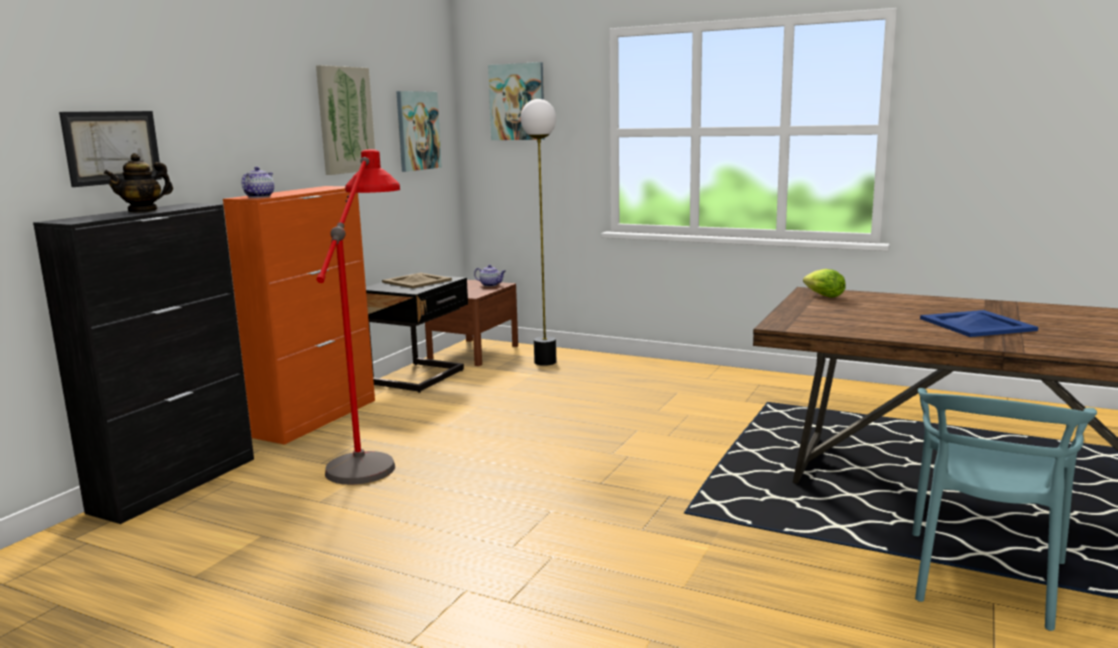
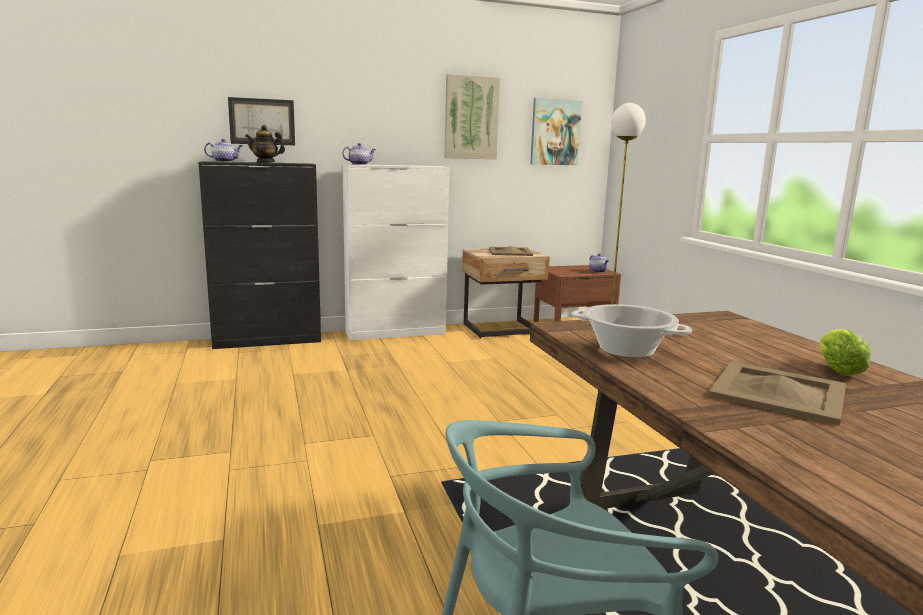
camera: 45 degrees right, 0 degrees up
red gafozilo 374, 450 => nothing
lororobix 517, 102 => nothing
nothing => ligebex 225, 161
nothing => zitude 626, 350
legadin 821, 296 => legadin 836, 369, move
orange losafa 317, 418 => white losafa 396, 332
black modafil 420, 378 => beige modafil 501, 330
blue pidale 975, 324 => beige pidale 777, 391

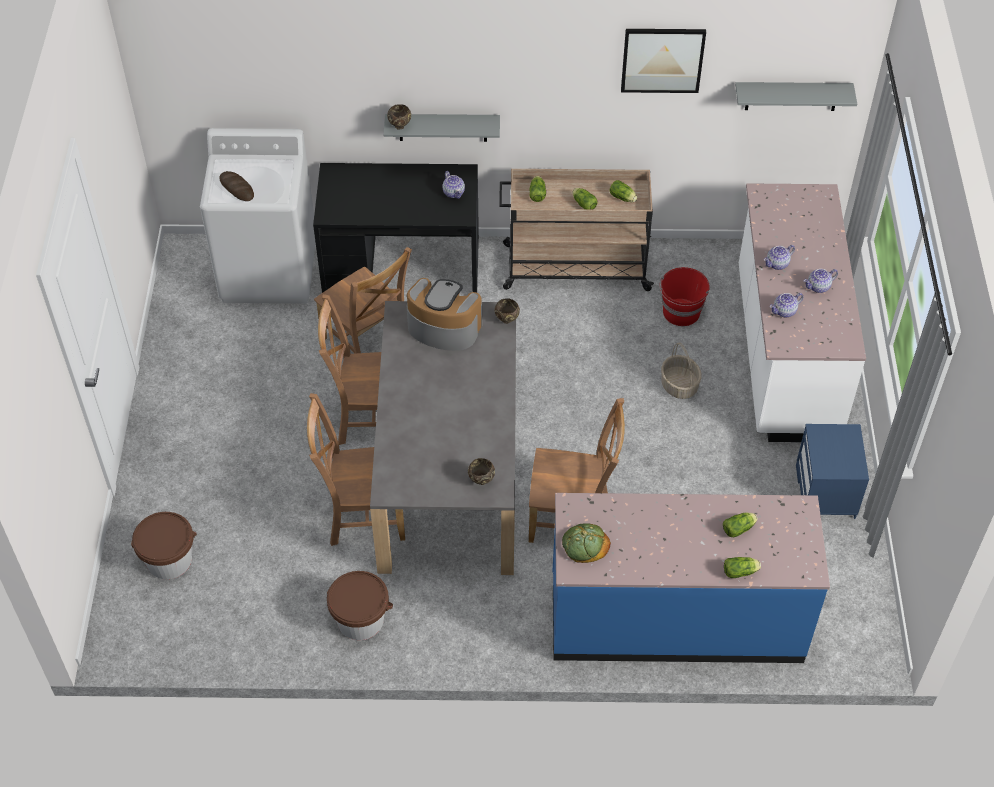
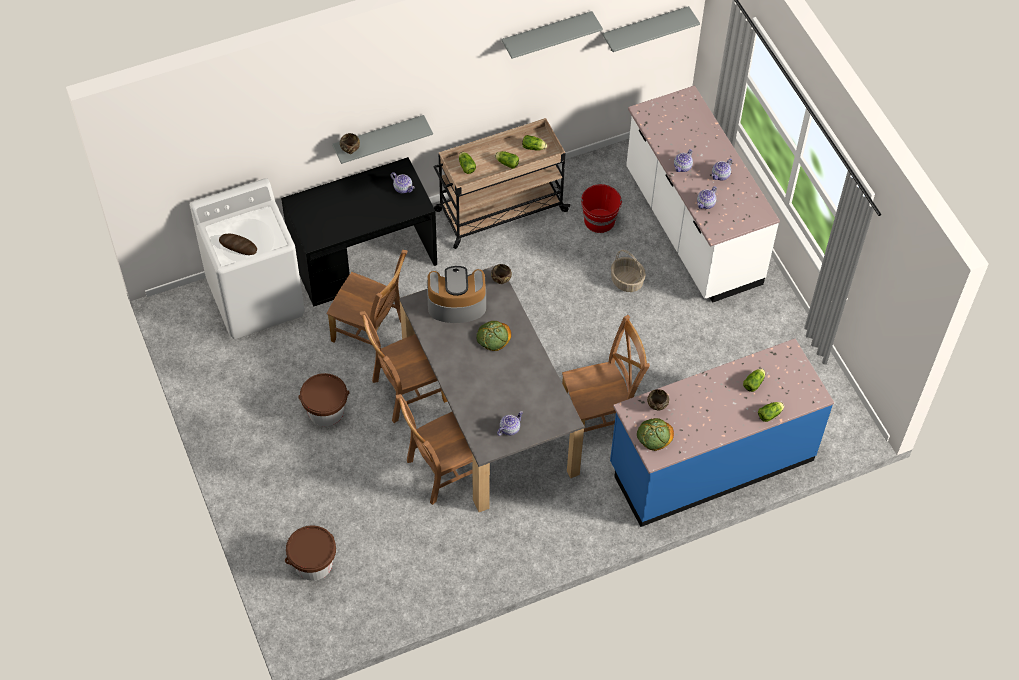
camera: 25 degrees left, 5 degrees up
blue modafil 826, 492 => nothing
nothing => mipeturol 493, 337
nothing => ligebex 509, 428
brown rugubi 360, 620 => brown rugubi 326, 411, move
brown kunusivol 481, 480 => brown kunusivol 656, 406, move
lororobix 662, 60 => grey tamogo 546, 35

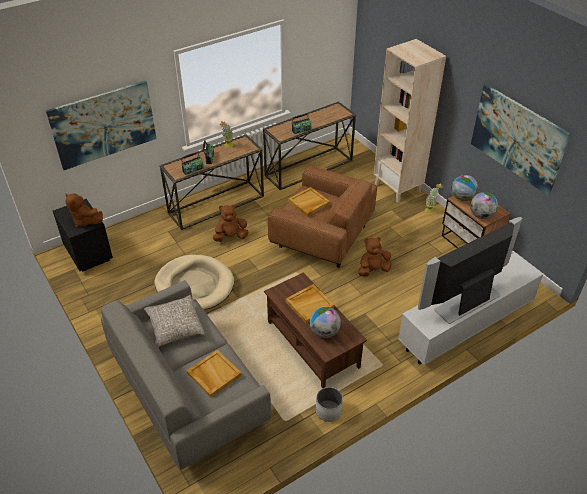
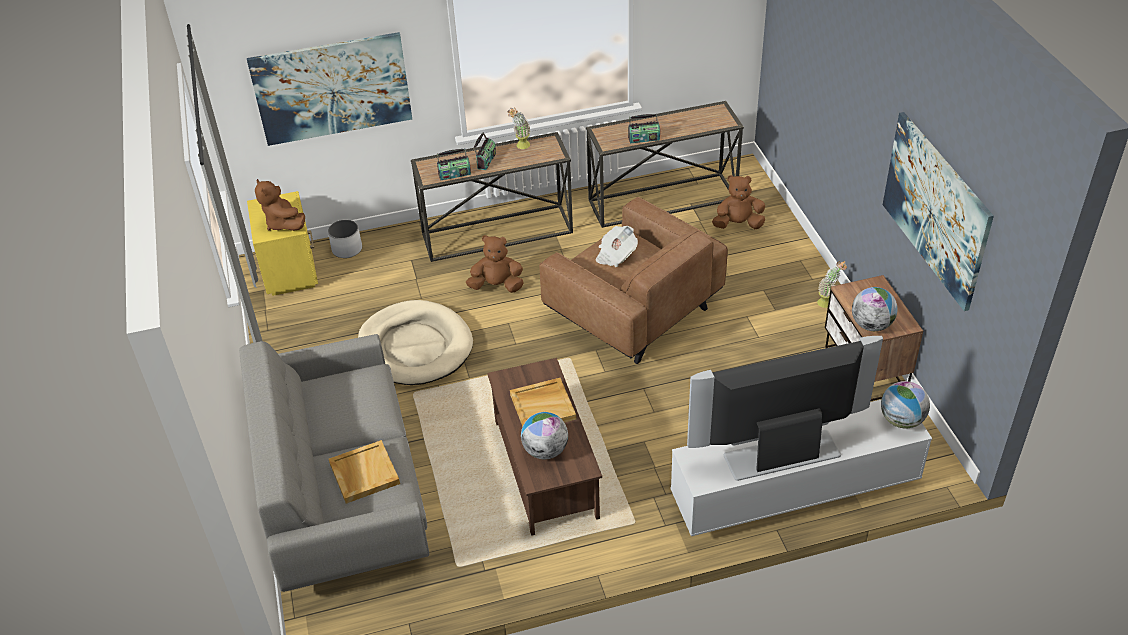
camera: 20 degrees right, 0 degrees up
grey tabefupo 174, 326 => nothing
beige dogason 398, 188 => nothing
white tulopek 328, 410 => white tulopek 347, 249, move
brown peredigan 373, 270 => brown peredigan 738, 224, move
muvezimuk 462, 198 => muvezimuk 901, 420, move
beige pidale 309, 203 => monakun 615, 255
black modafil 89, 253 => yellow modafil 291, 272

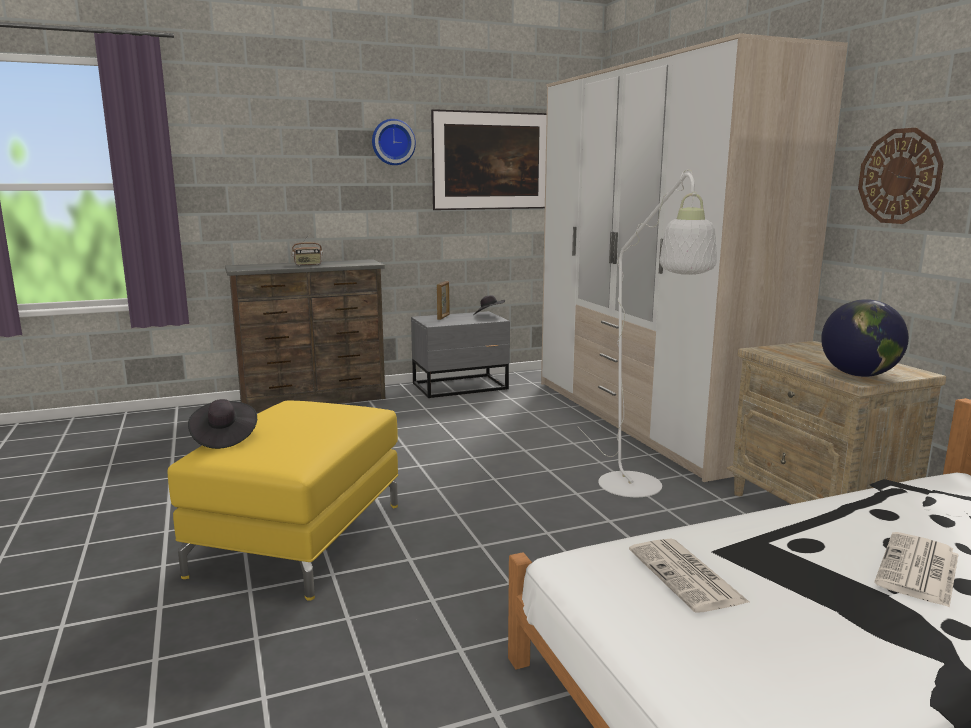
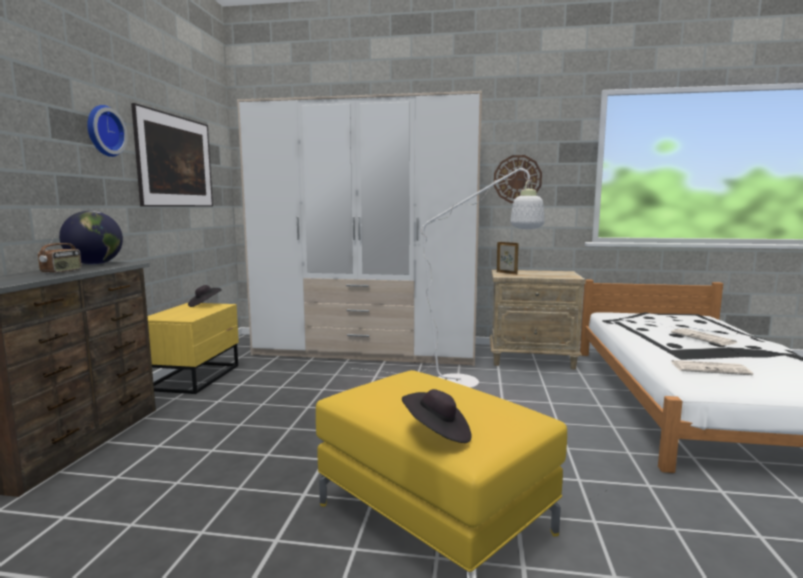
camera: 60 degrees left, 5 degrees down
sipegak 443, 317 => sipegak 507, 273, move
muvezimuk 859, 375 => muvezimuk 95, 264, move
grey modafil 462, 386 => yellow modafil 196, 377

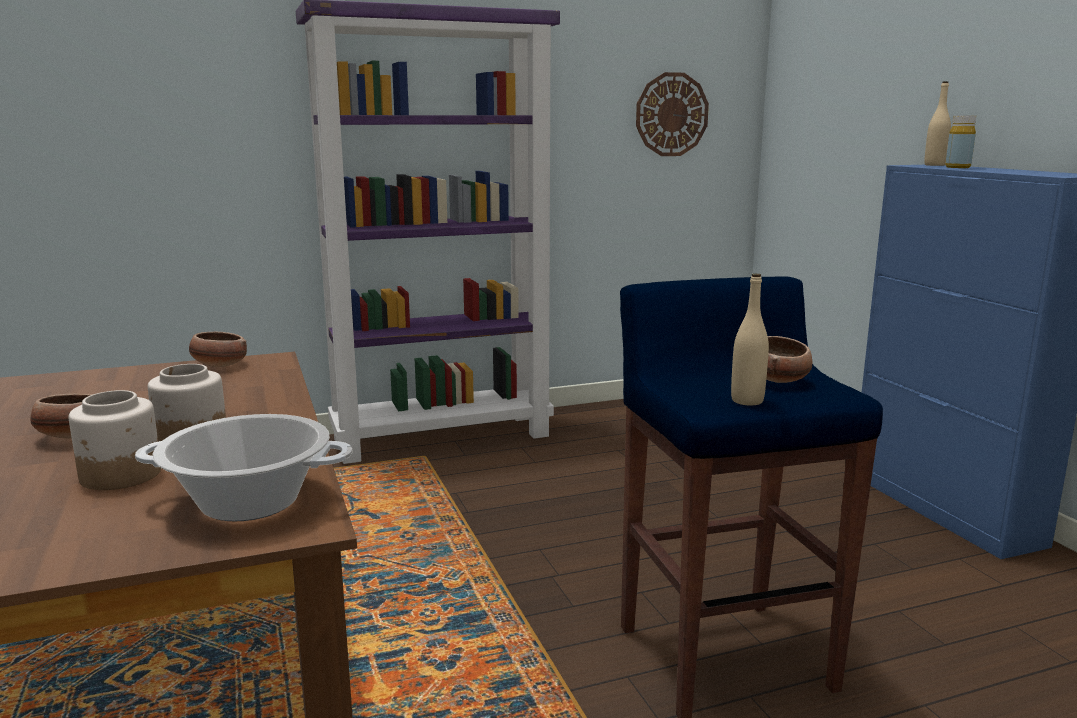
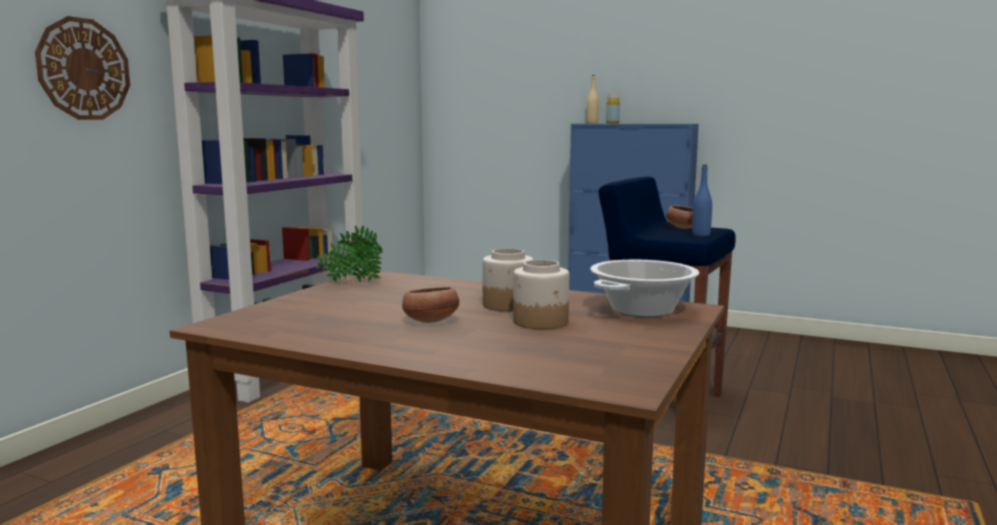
camera: 45 degrees left, 5 degrees down
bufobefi 671, 114 => bufobefi 83, 69, move
kunusivol 219, 365 => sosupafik 352, 283
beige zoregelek 747, 401 => blue zoregelek 701, 235

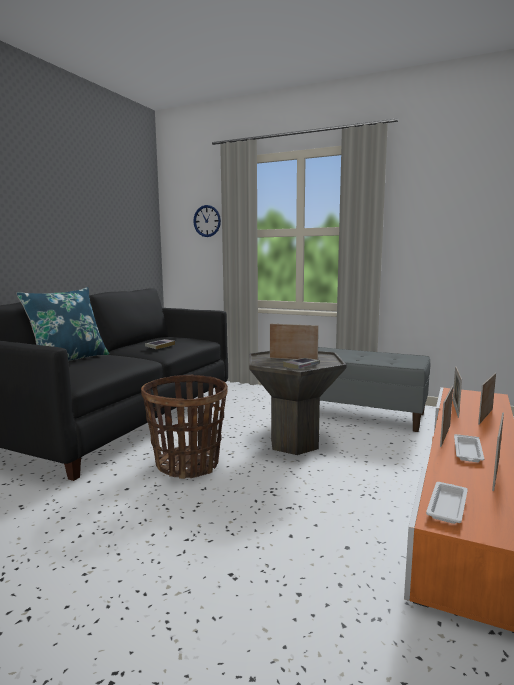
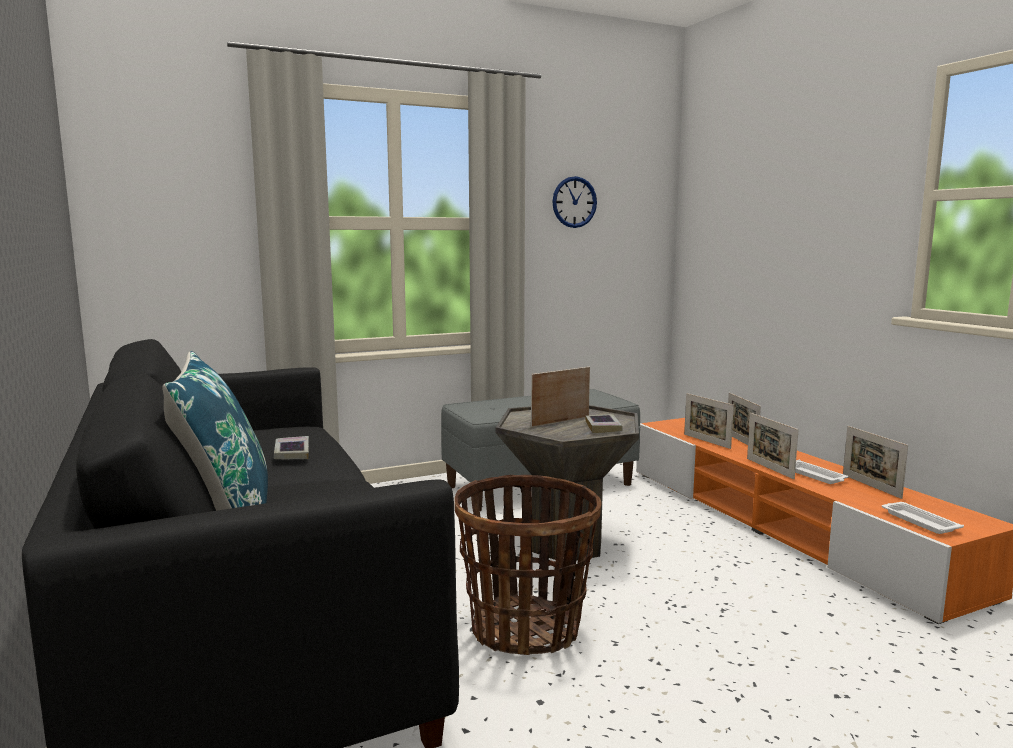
camera: 50 degrees left, 0 degrees up
bufobefi 207, 221 => bufobefi 574, 202, move

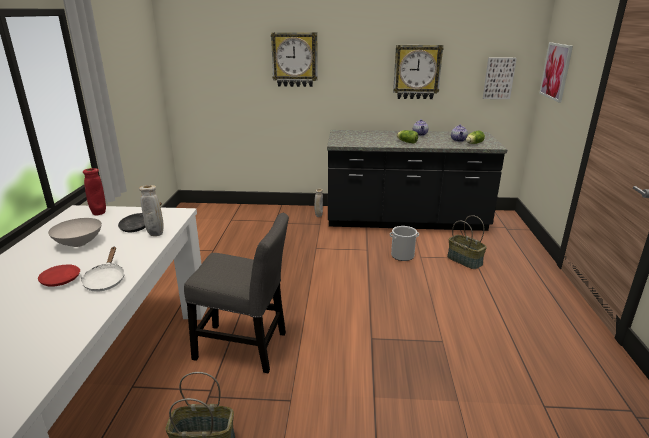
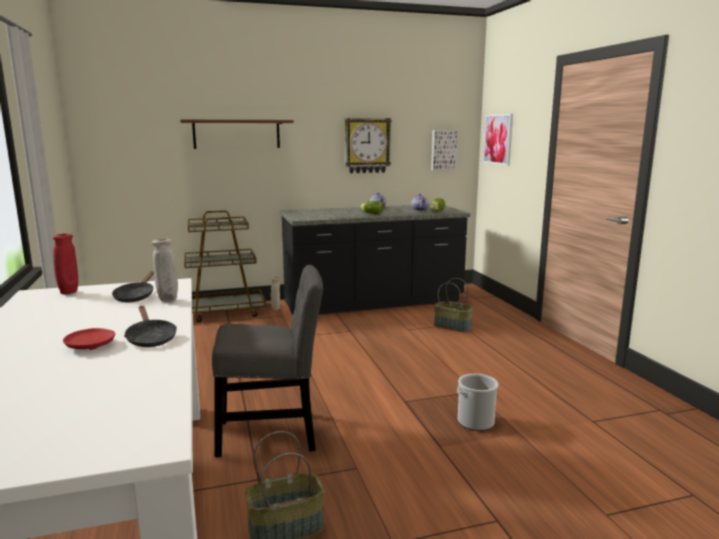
camera: 20 degrees left, 10 degrees down
white kunusivol 78, 243 => nothing
nothing => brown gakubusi 223, 312
rugubi 402, 255 => rugubi 475, 422, move
bufobefi 295, 59 => tamogo 236, 134
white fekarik 105, 280 => black fekarik 150, 338

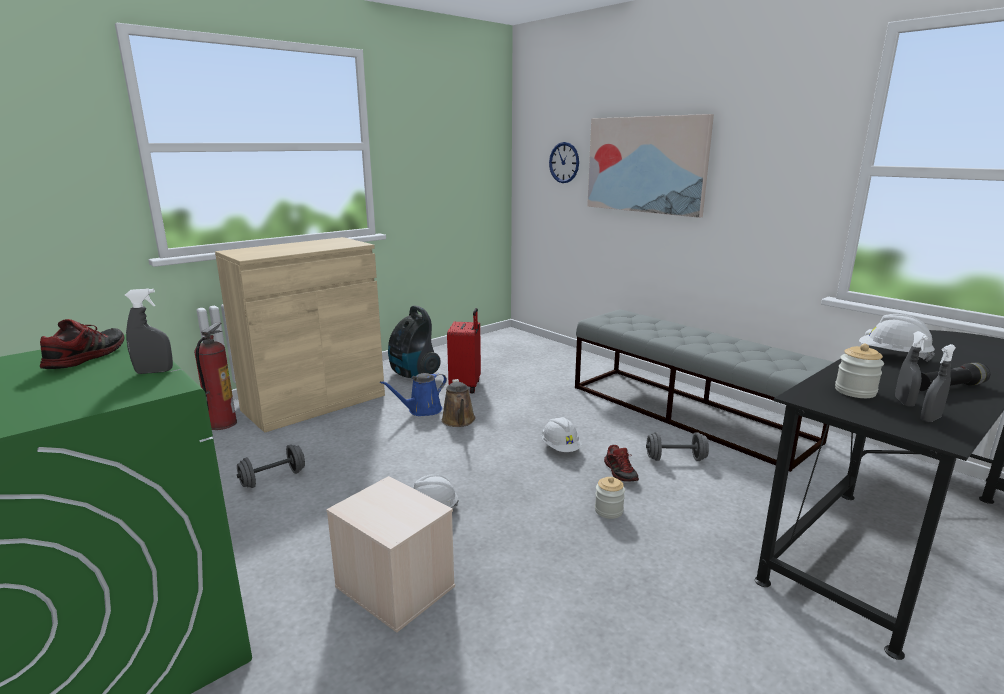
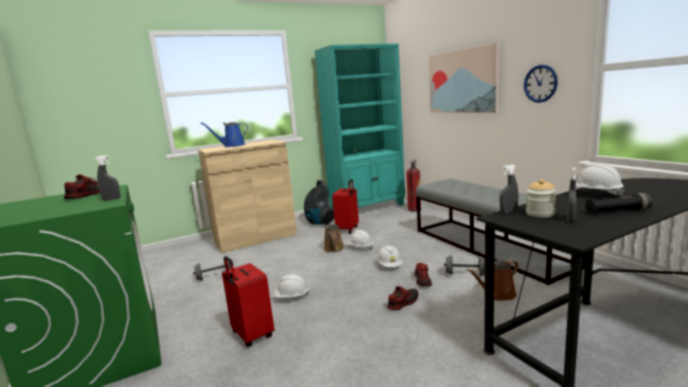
camera: 15 degrees right, 5 degrees down
nothing => turquoise dogason 368, 208
nothing => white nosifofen 360, 248
nothing => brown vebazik 497, 294
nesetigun 222, 423 => nesetigun 414, 209, move
blue vebazik 422, 410 => blue vebazik 232, 146, move
bufobefi 564, 162 => bufobefi 540, 83, move
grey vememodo 930, 419 => grey vememodo 508, 211, move
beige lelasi 393, 586 => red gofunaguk 251, 335
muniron 608, 511 => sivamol 403, 303

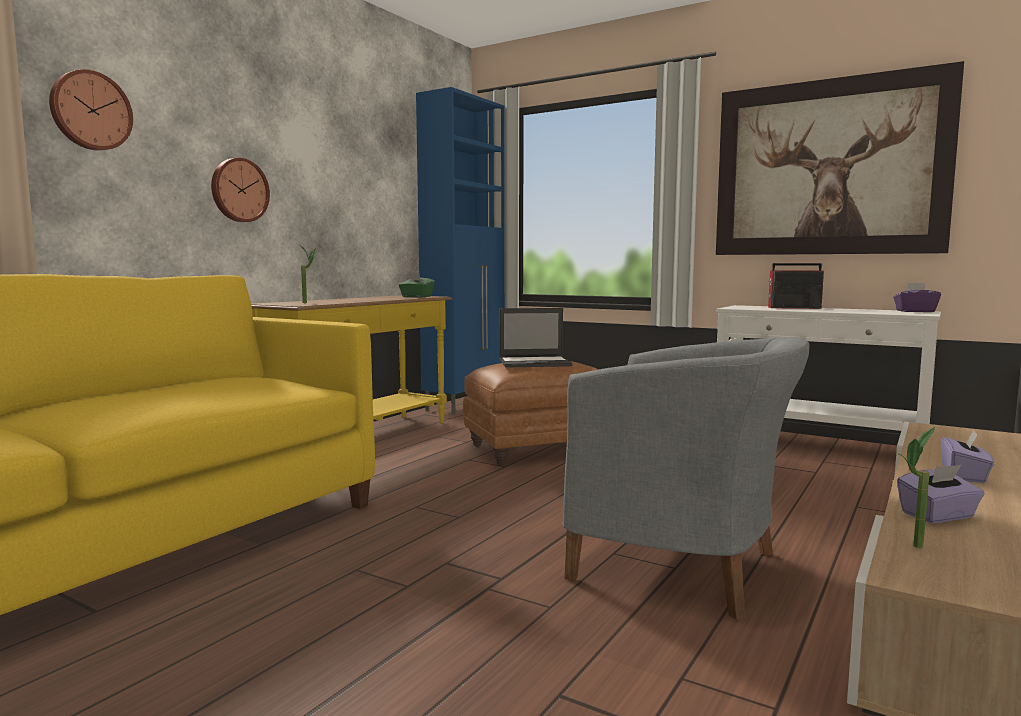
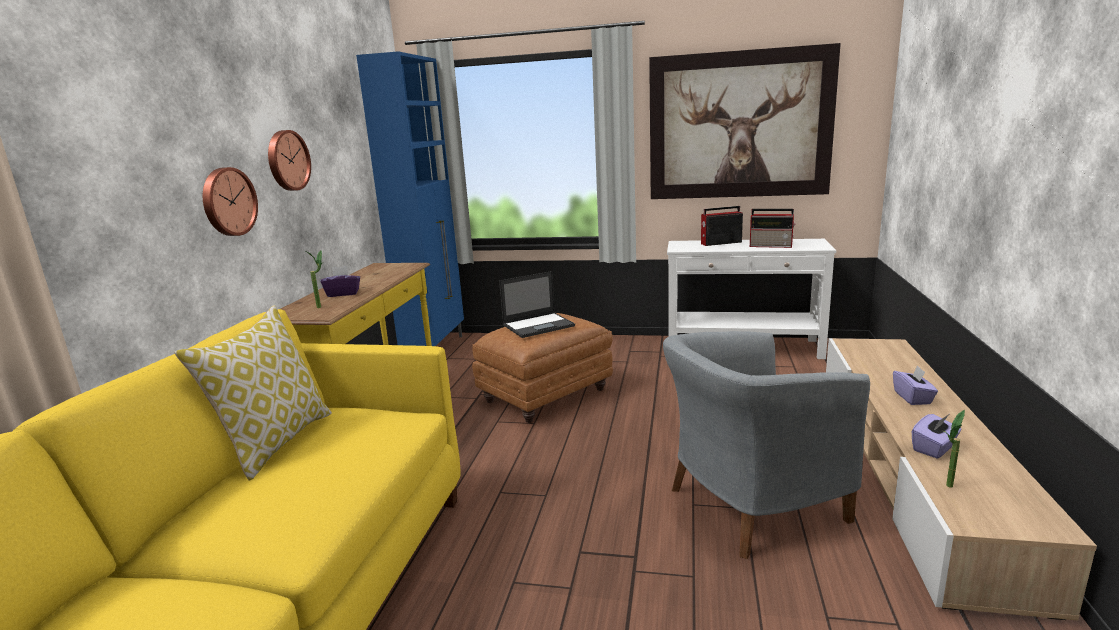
camera: 20 degrees left, 10 degrees up
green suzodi 416, 297 => nothing
nothing => tabefupo 275, 442
nothing => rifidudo 771, 246
bufobefi 90, 111 => bufobefi 287, 160, move
purple suzodi 915, 311 => purple suzodi 343, 293, move
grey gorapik 683, 567 => grey gorapik 750, 506, 150 degrees clockwise

